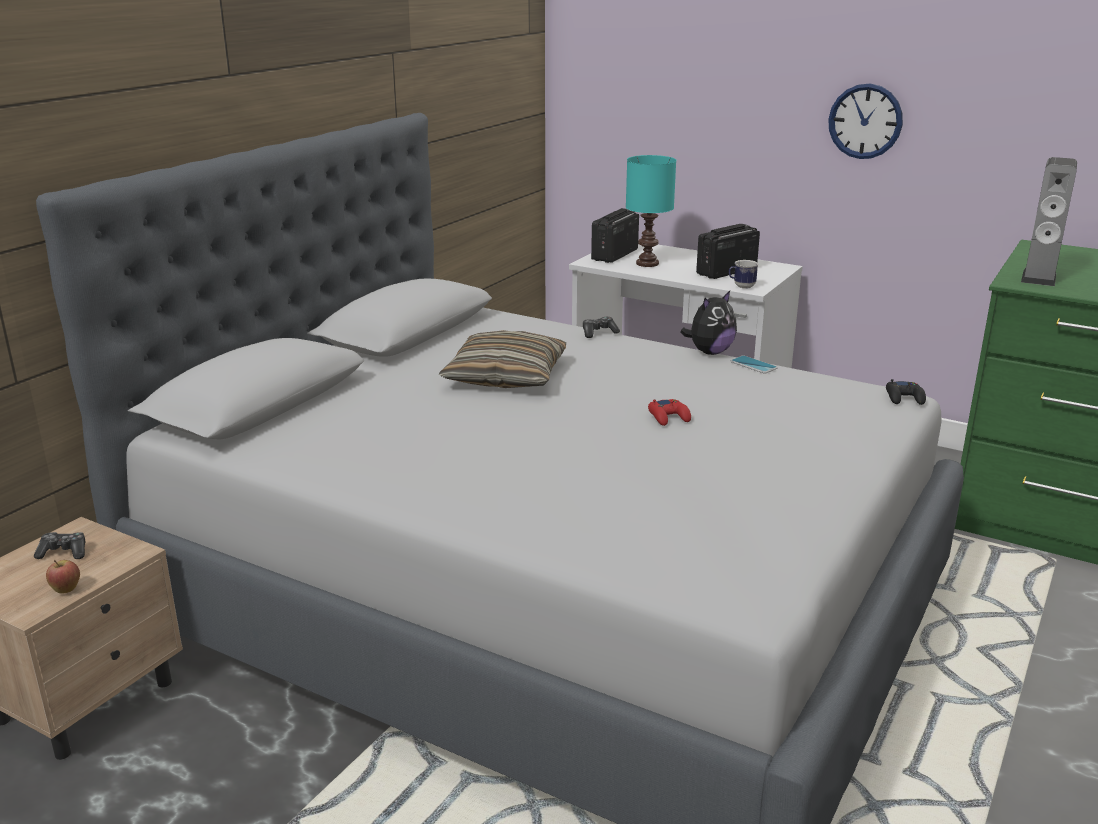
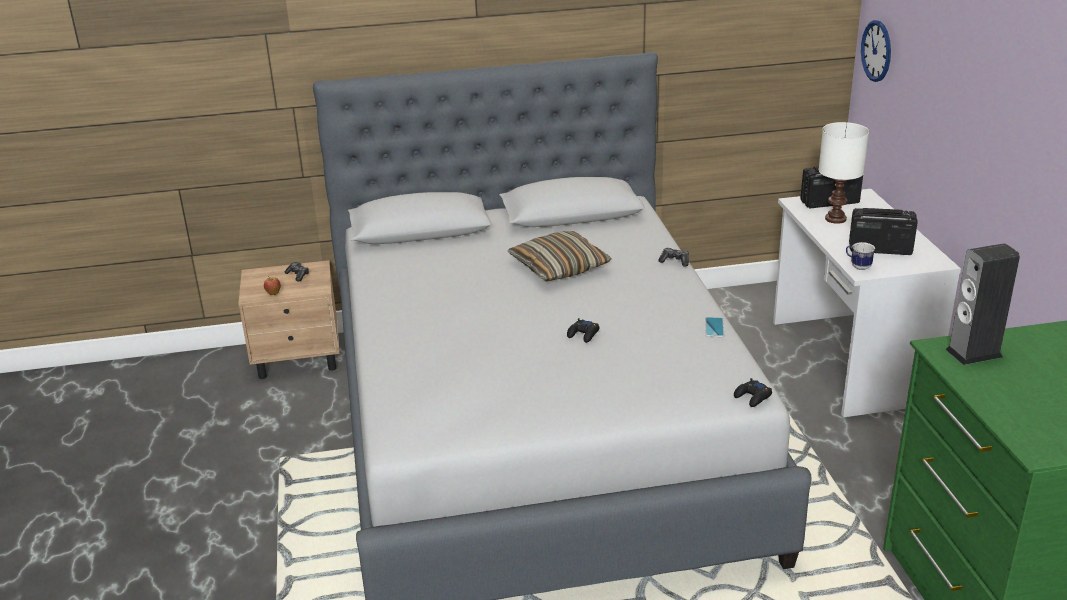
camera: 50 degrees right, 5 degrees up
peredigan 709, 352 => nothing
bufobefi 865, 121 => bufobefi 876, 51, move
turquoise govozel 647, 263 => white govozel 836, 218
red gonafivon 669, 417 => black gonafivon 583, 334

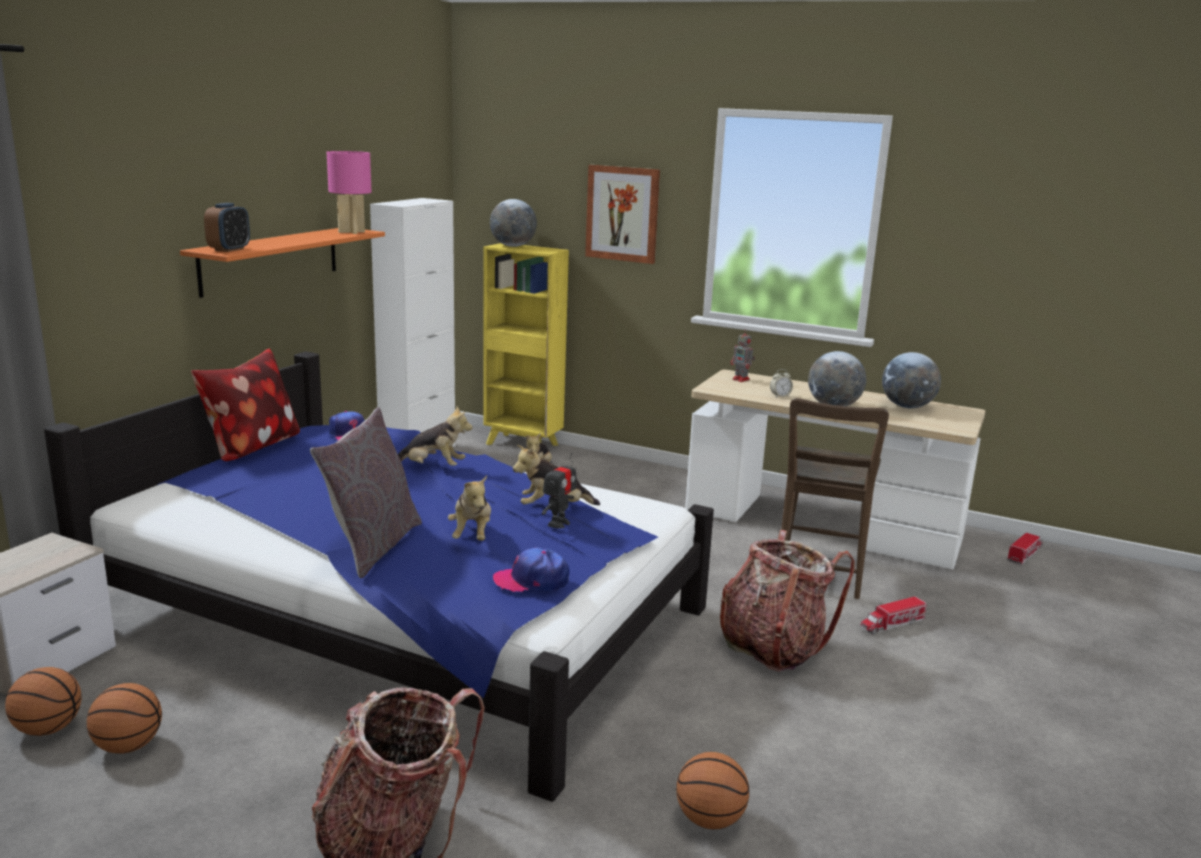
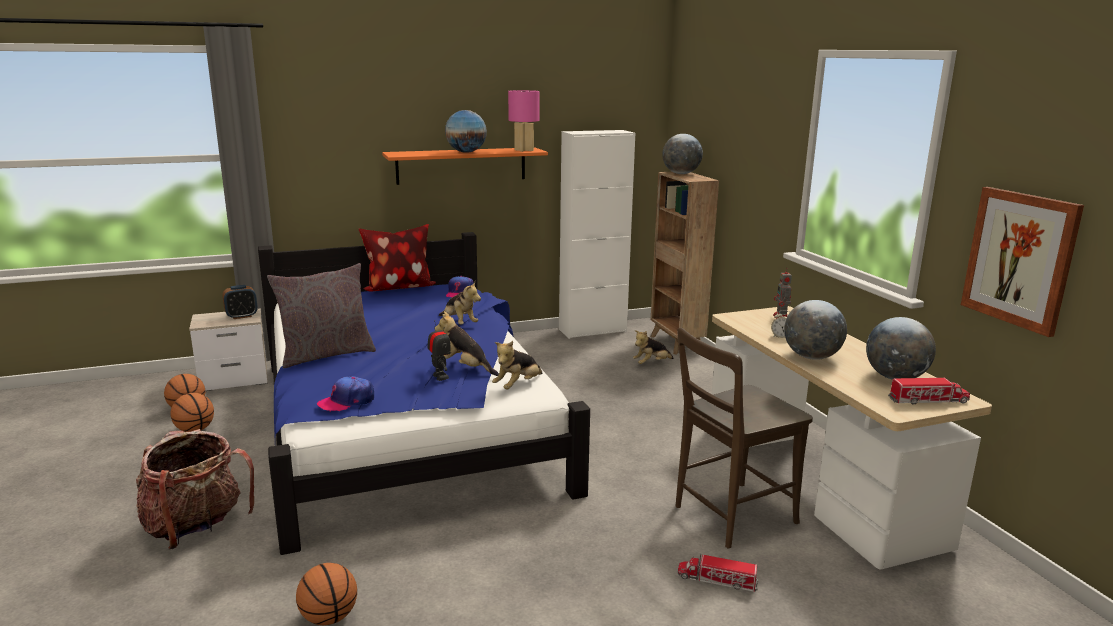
camera: 45 degrees right, 0 degrees up
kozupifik 773, 647 => nothing
nothing => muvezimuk 466, 152
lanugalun 229, 250 => lanugalun 242, 316, move
peredigan 472, 535 => peredigan 518, 386, move
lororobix 622, 213 => lororobix 1019, 259, move
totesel 1024, 554 => totesel 928, 400, move
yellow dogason 523, 445 => brown dogason 676, 343
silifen 532, 580 => silifen 347, 401, 75 degrees counterclockwise
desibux 558, 523 => desibux 440, 377, 105 degrees counterclockwise

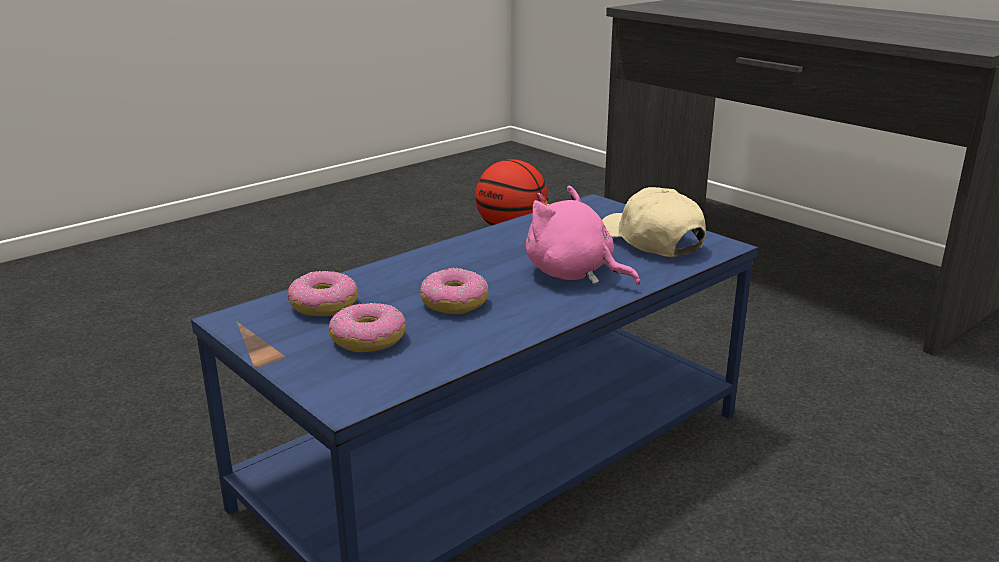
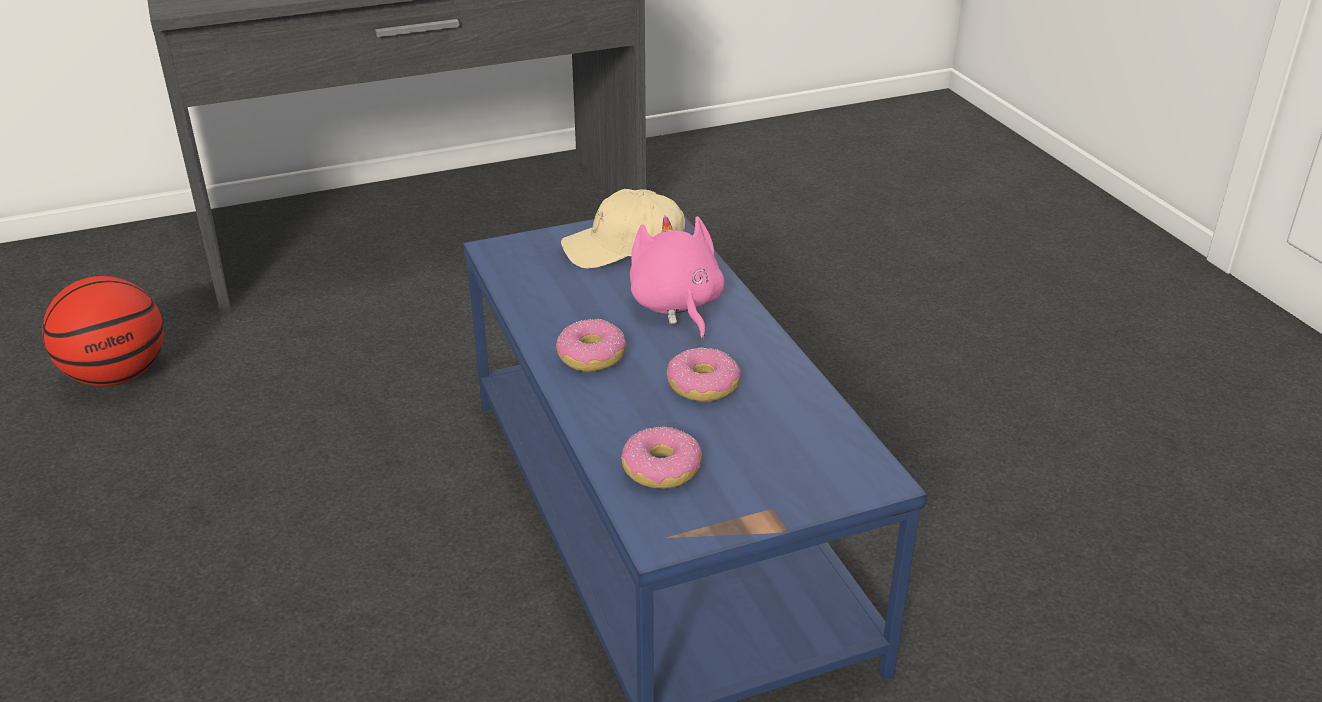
camera: 70 degrees left, 10 degrees up
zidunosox 369, 339 => zidunosox 591, 356, move
pink peredigan 573, 274 => pink peredigan 676, 306, 105 degrees clockwise

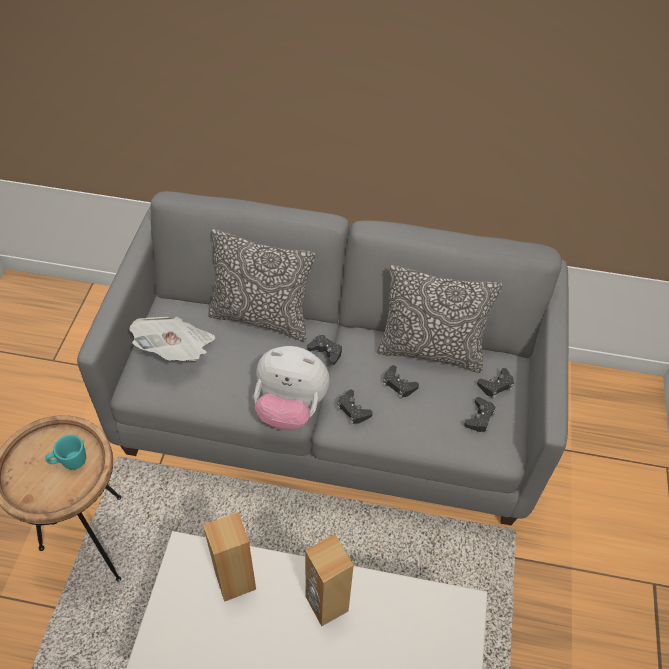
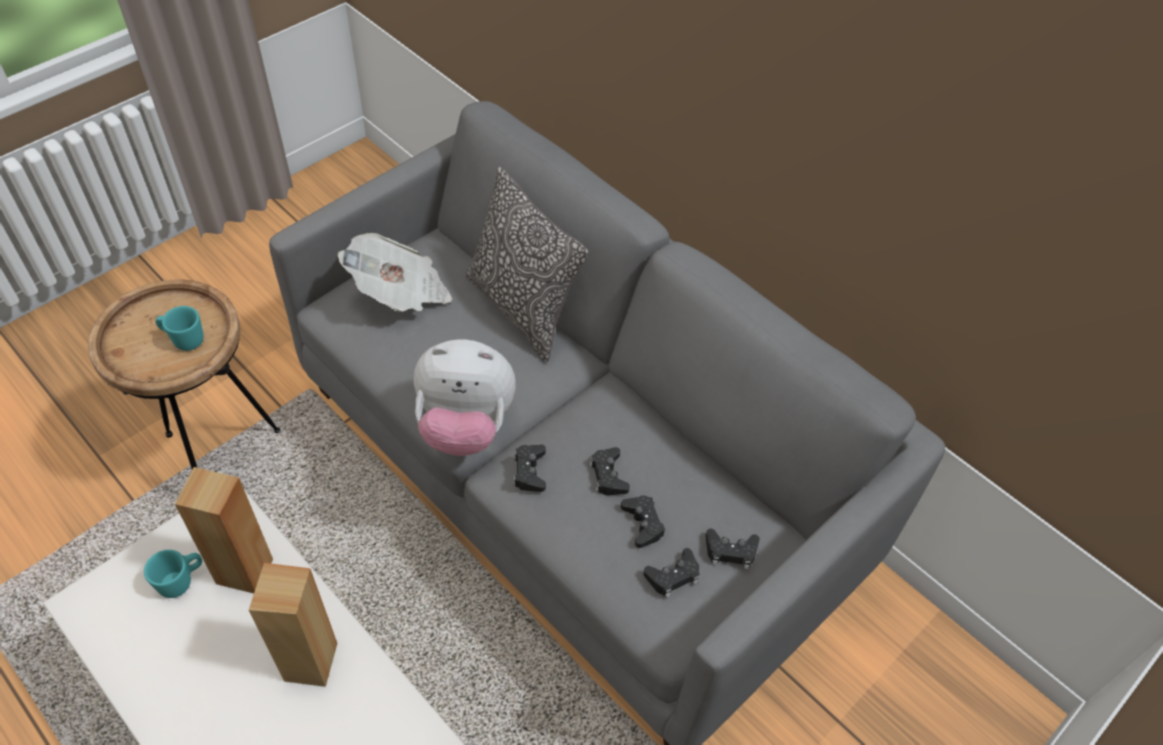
camera: 35 degrees right, 0 degrees up
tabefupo 430, 351 => nothing
nothing => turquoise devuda 181, 581
black gonafivon 326, 352 => black gonafivon 643, 523, move
peredigan 290, 408 => peredigan 465, 426, 45 degrees counterclockwise

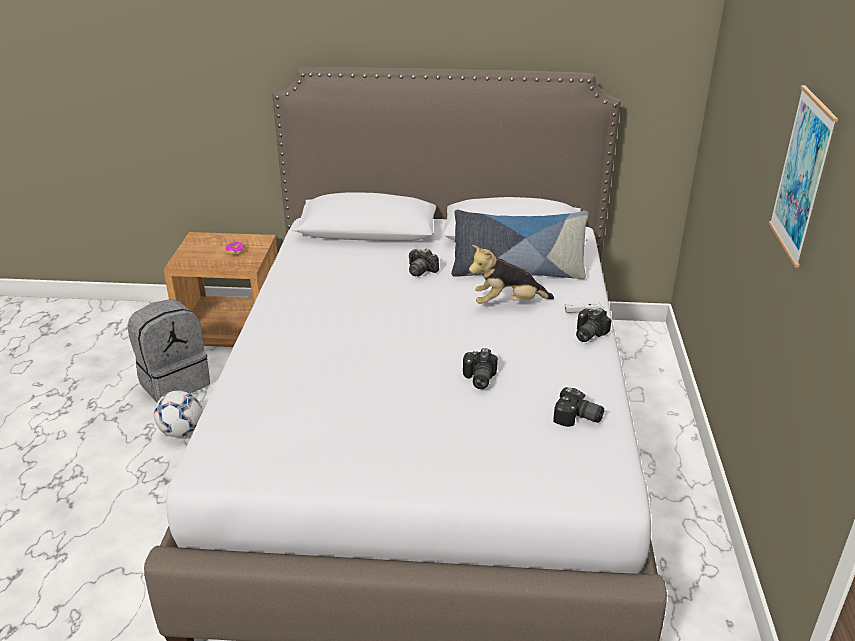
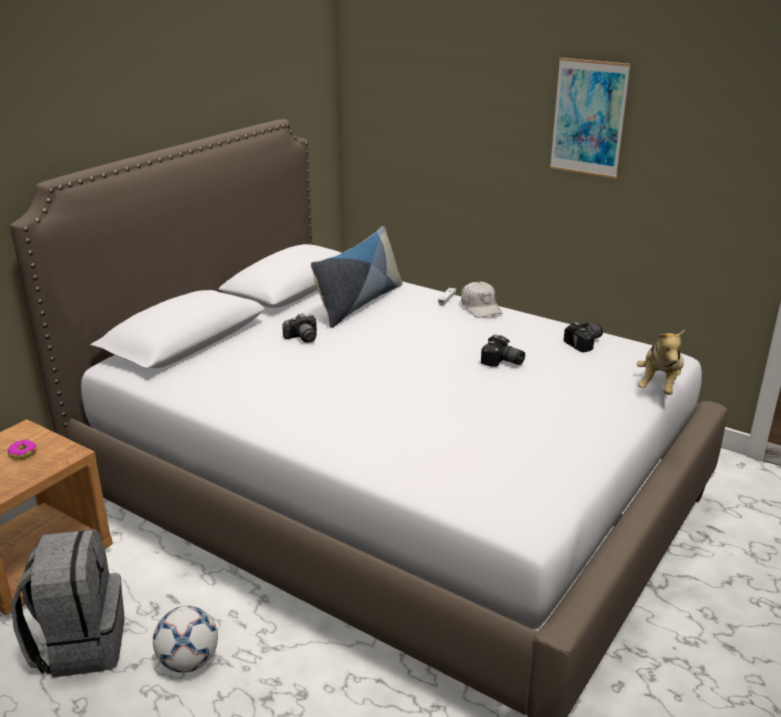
camera: 60 degrees left, 5 degrees down
peredigan 507, 303 => peredigan 659, 385, move
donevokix 587, 334 => white silifen 480, 307

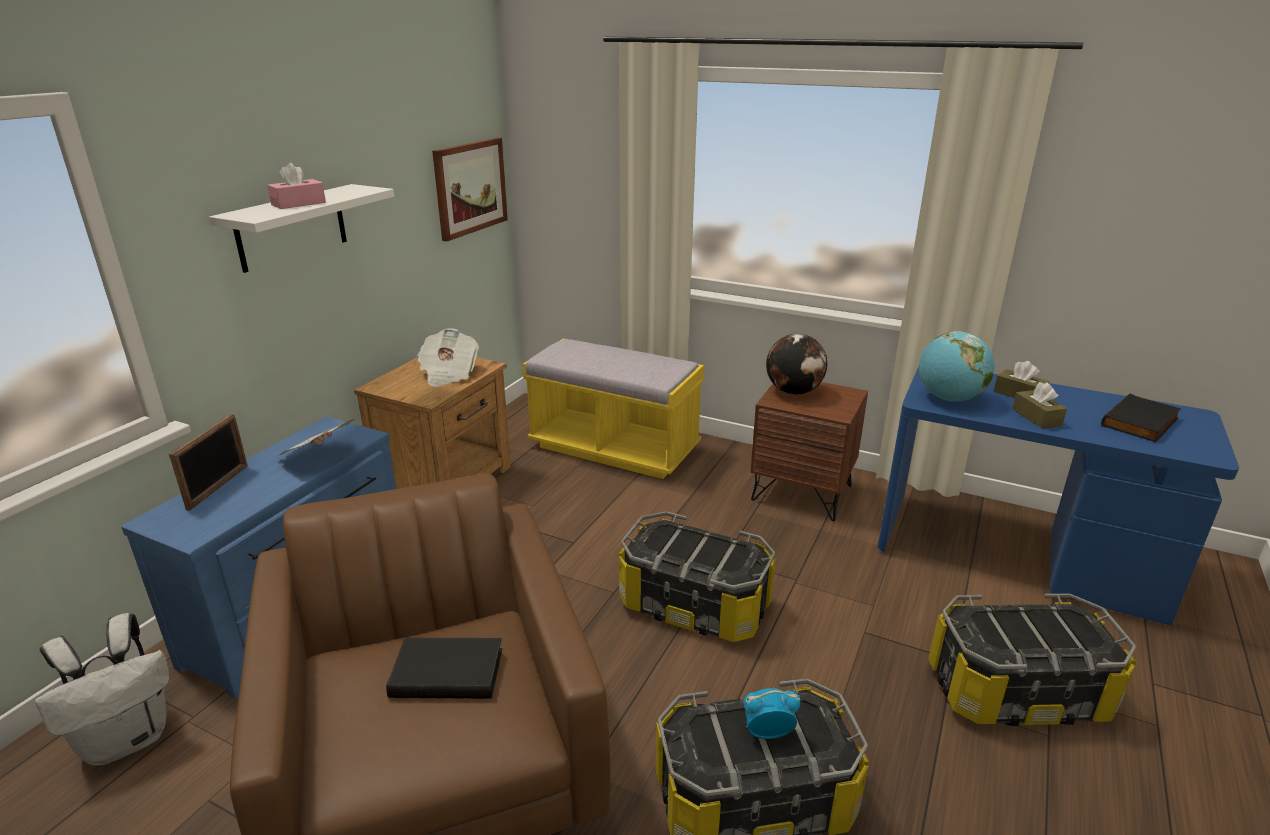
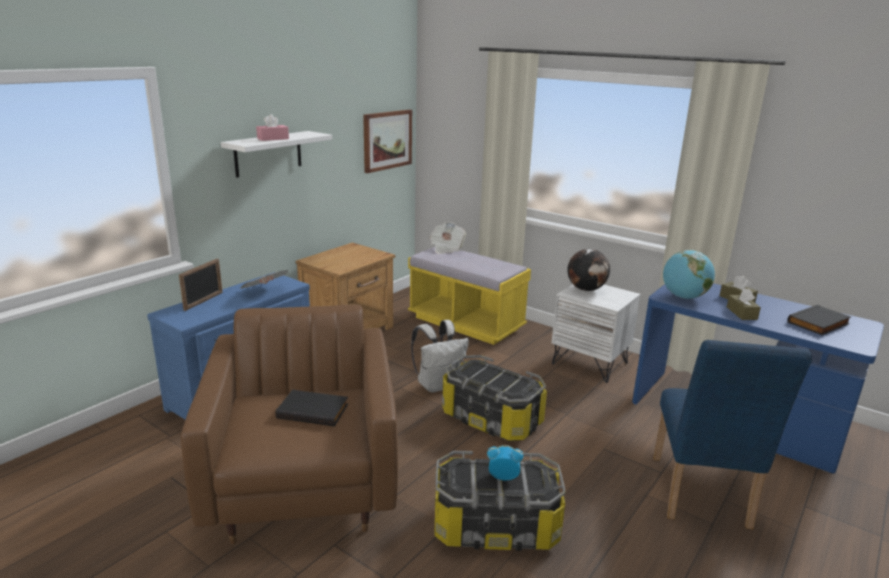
camera: 10 degrees right, 5 degrees down
white kozupifik 128, 738 => white kozupifik 437, 385, move
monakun 448, 373 => monakun 446, 248, move
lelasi 1017, 692 => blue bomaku 700, 497
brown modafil 802, 492 => white modafil 590, 363

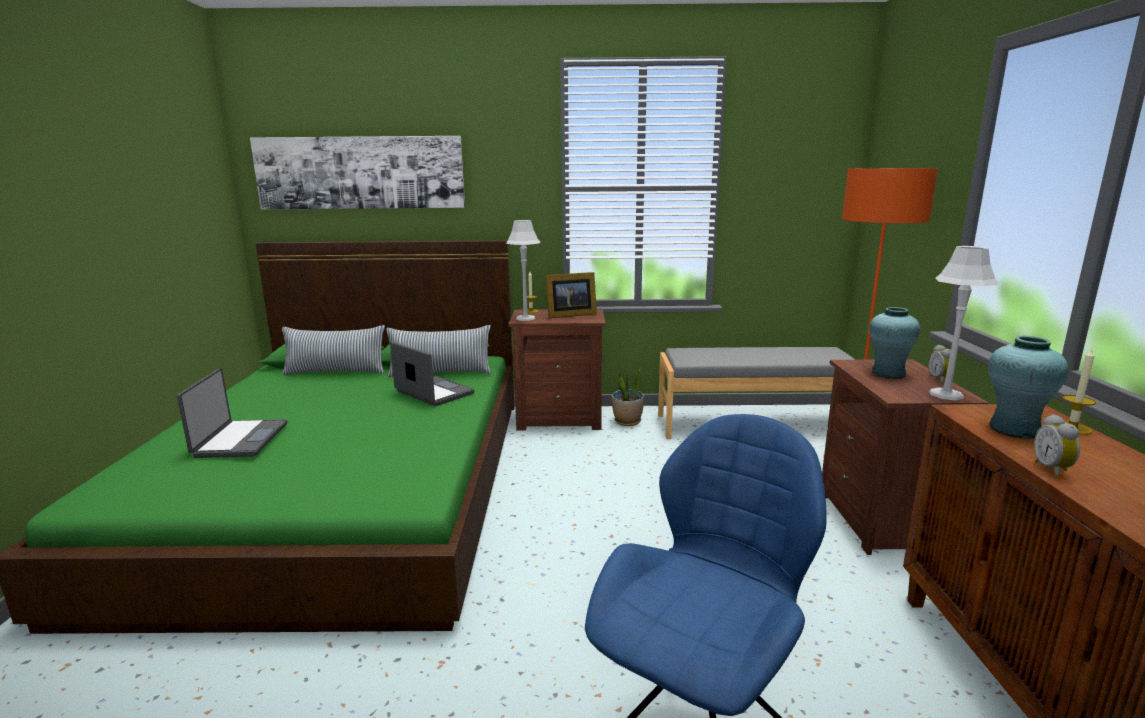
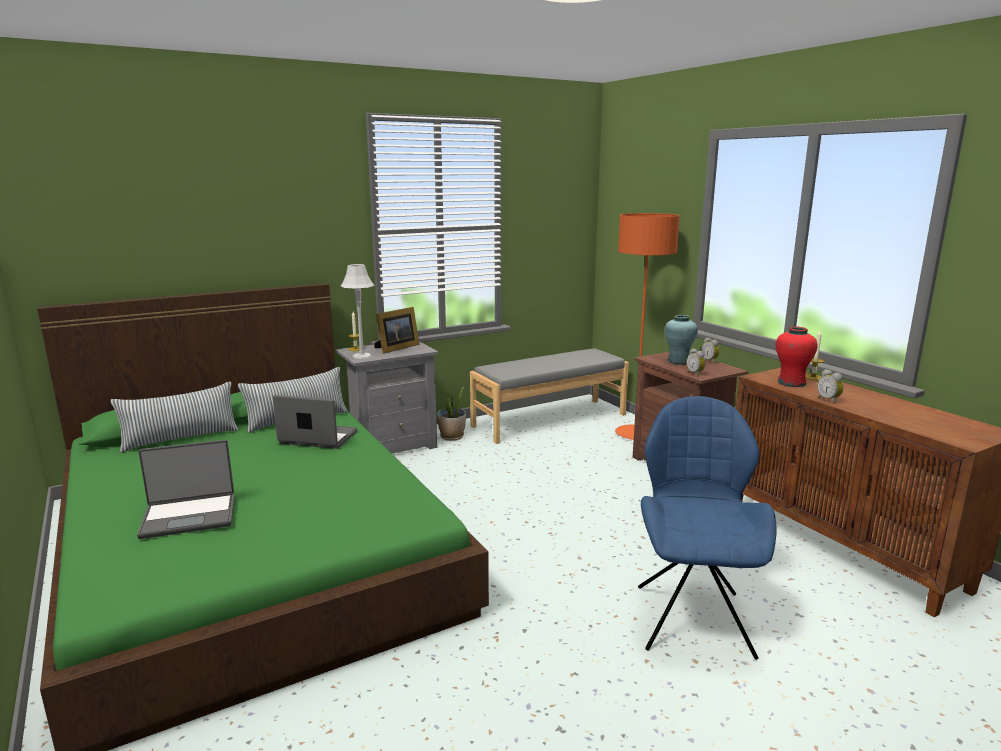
camera: 30 degrees left, 0 degrees up
lororobix 360, 173 => nothing
grey govozel 946, 395 => nothing
nothing => lanugalun 695, 373
brown modafil 560, 419 => grey modafil 392, 446
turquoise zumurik 1014, 429 => red zumurik 791, 383
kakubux 240, 440 => kakubux 189, 516, 105 degrees clockwise

